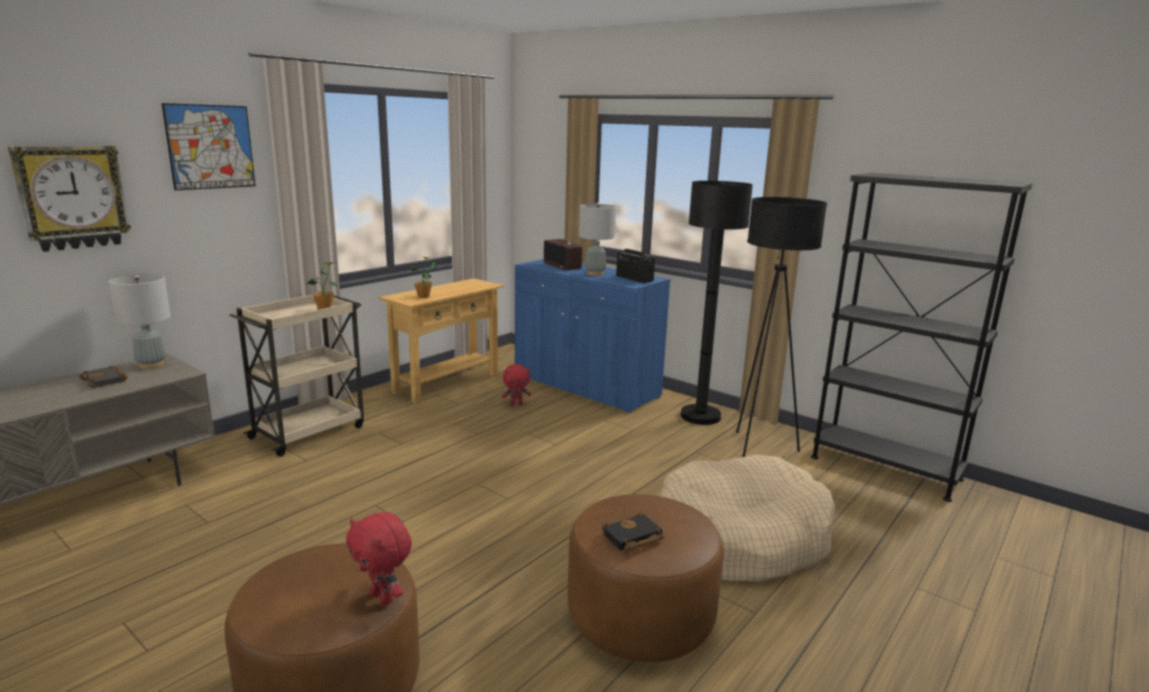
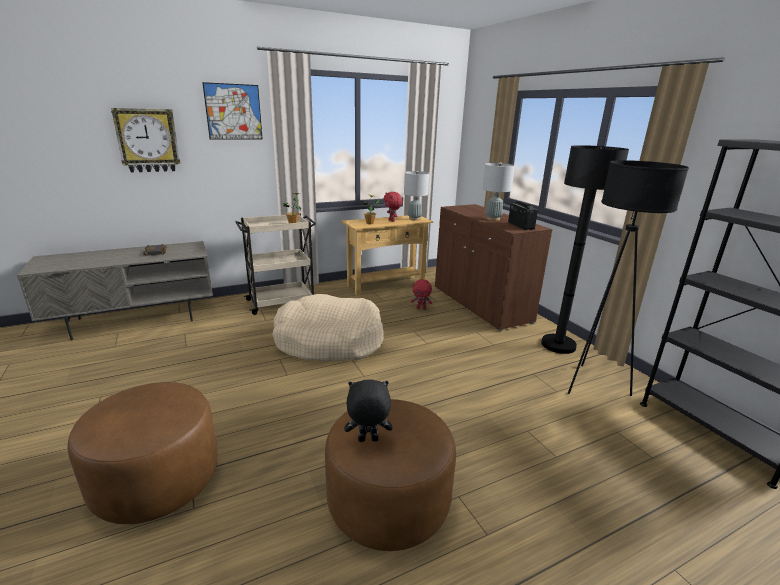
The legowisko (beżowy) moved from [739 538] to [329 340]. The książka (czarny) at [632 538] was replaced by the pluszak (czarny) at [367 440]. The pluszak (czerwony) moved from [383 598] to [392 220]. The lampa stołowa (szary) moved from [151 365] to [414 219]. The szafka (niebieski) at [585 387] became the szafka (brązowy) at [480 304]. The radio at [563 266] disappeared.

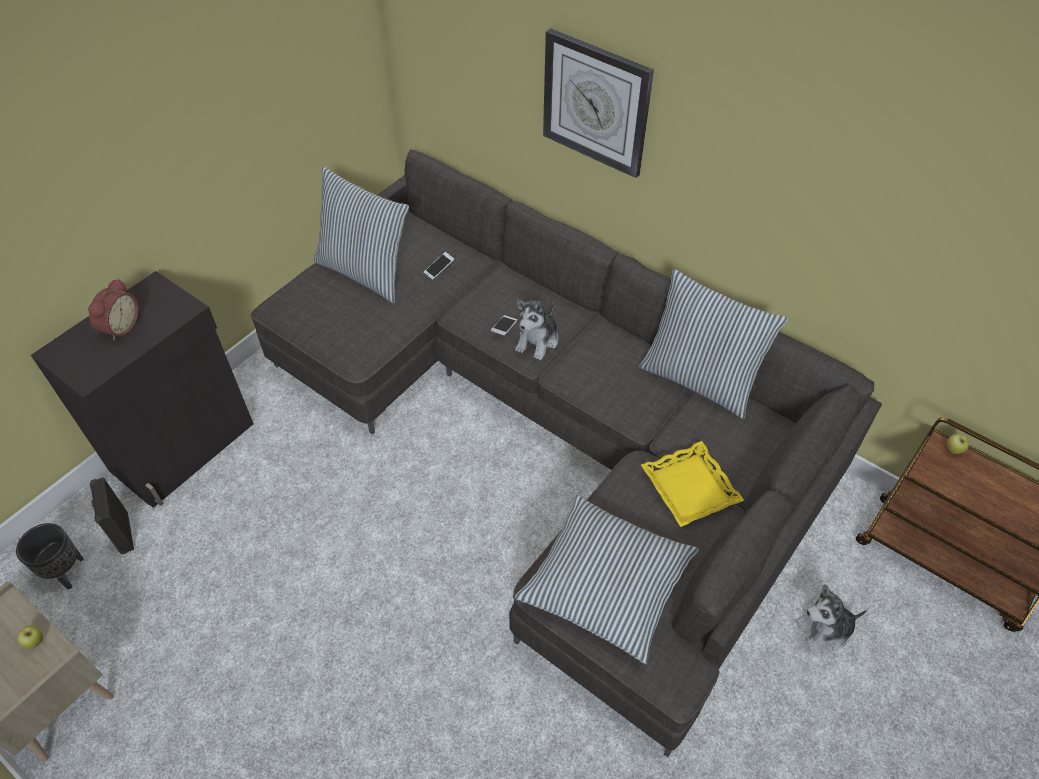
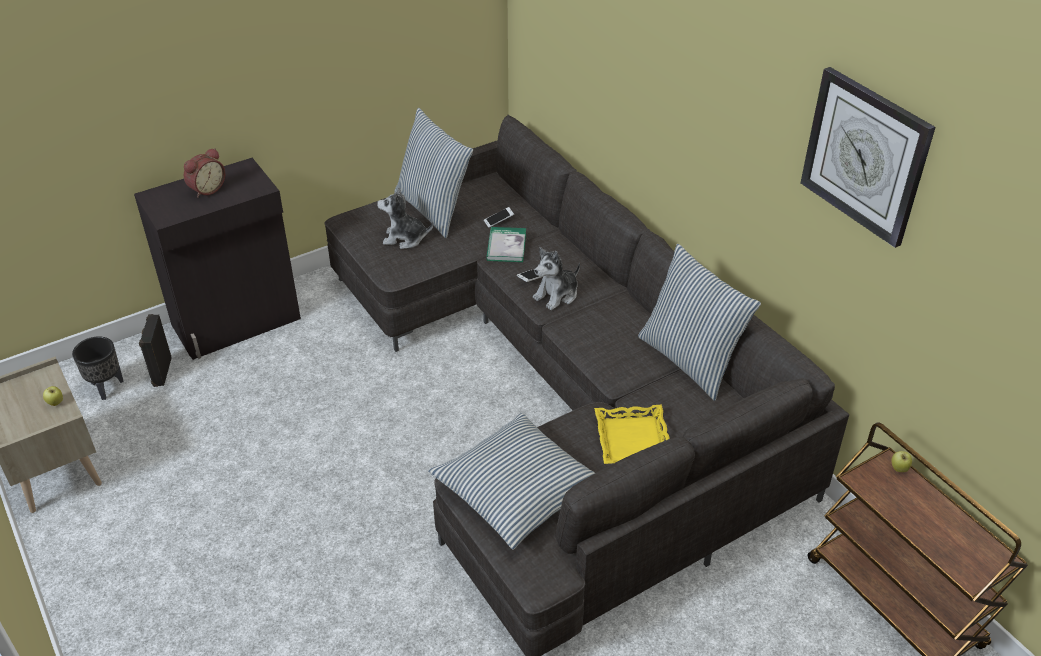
The pluszak moved from [825 630] to [405 238]. The książka at [506 246] appeared. The zegar ścienny moved from [596 103] to [865 156].

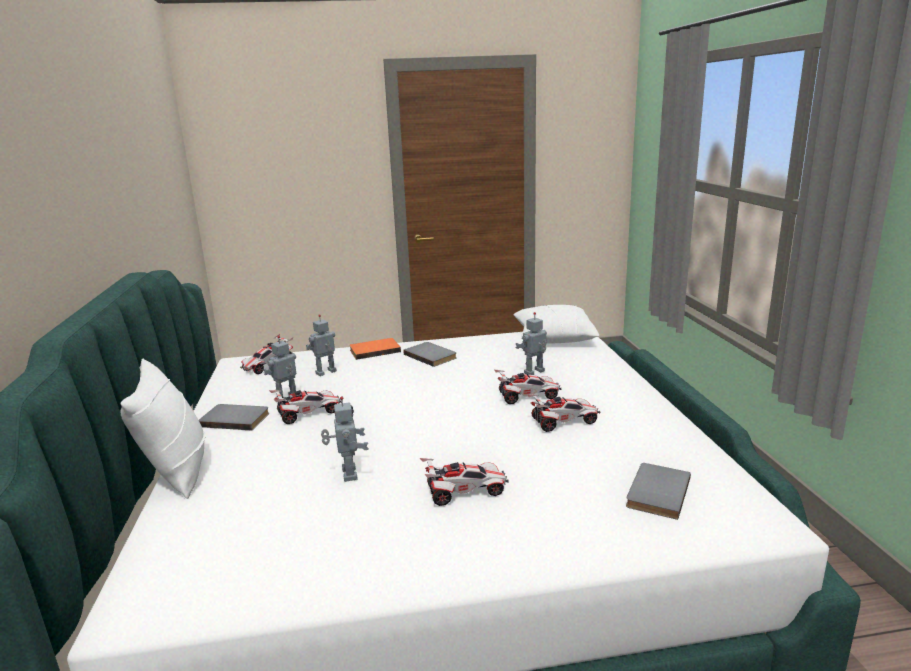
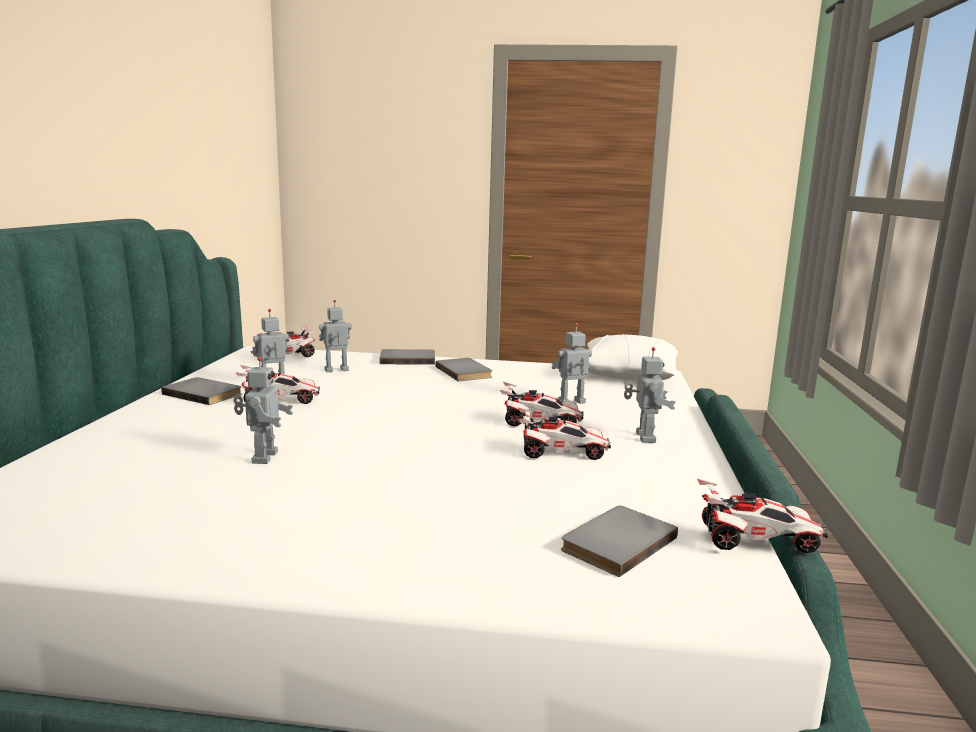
The książka (pomarańczowy) at [374 350] became the książka (szary) at [407 359]. The robot zabawkowy at [643 437] appeared. The samochodzik moved from [464 492] to [756 540]. The poduszka (biały) at [177 470] disappeared.

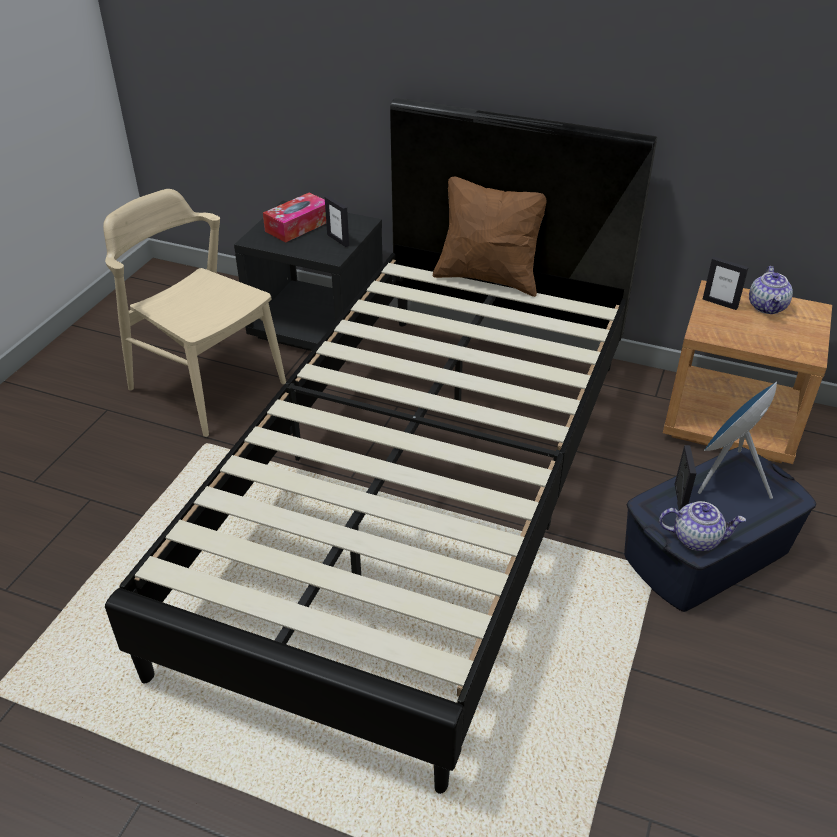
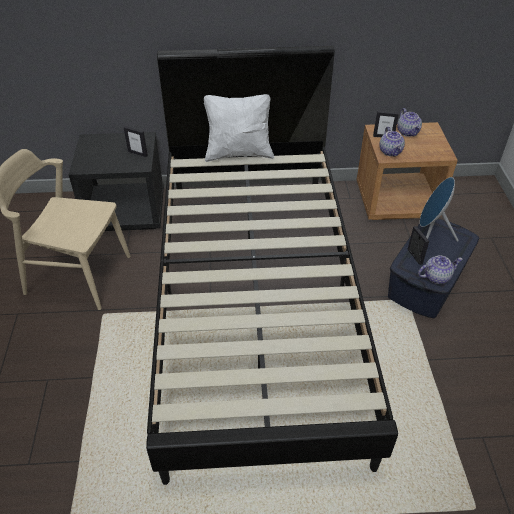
The poduszka (brązowy) at [489 278] became the poduszka (biały) at [239 153]. The imbryk at [391 152] appeared. The pudełko chusteczek at [298 226] disappeared.

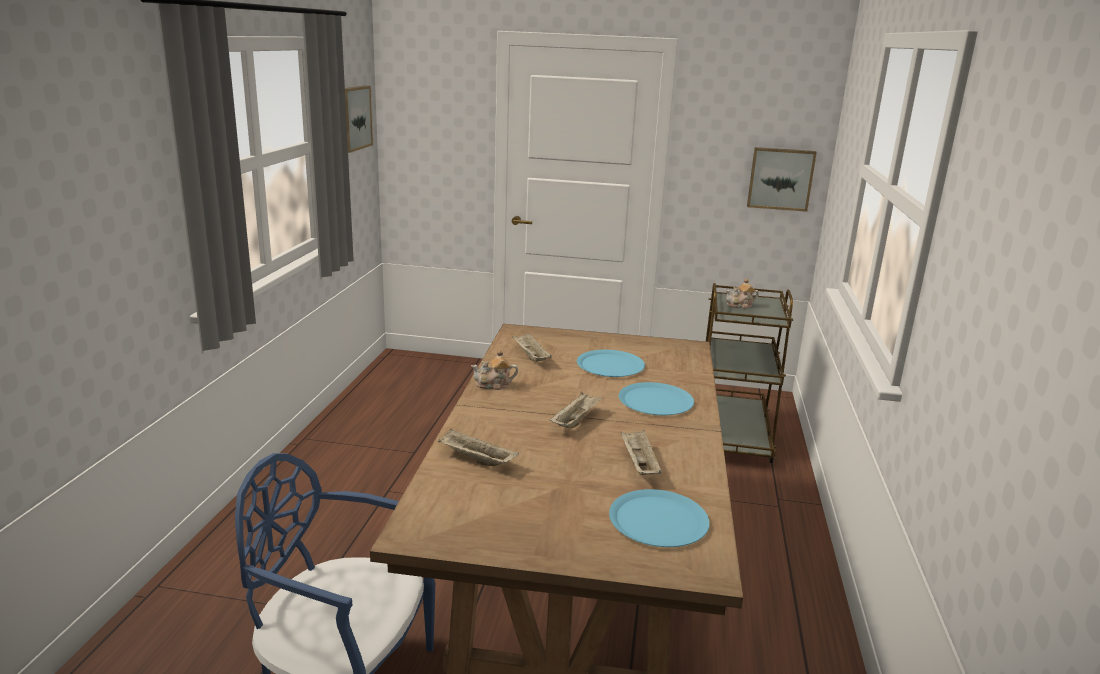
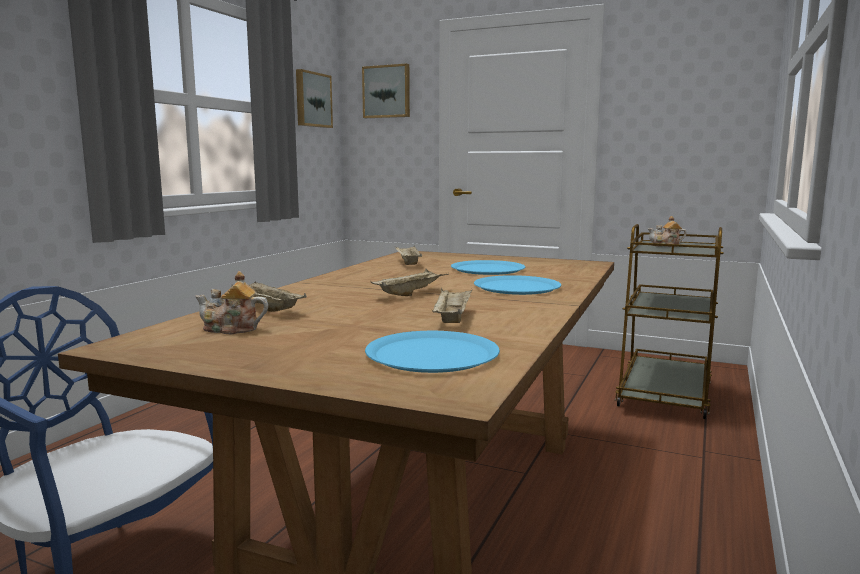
The imbryk moved from [494 385] to [231 329]. The obraz moved from [780 178] to [387 92].

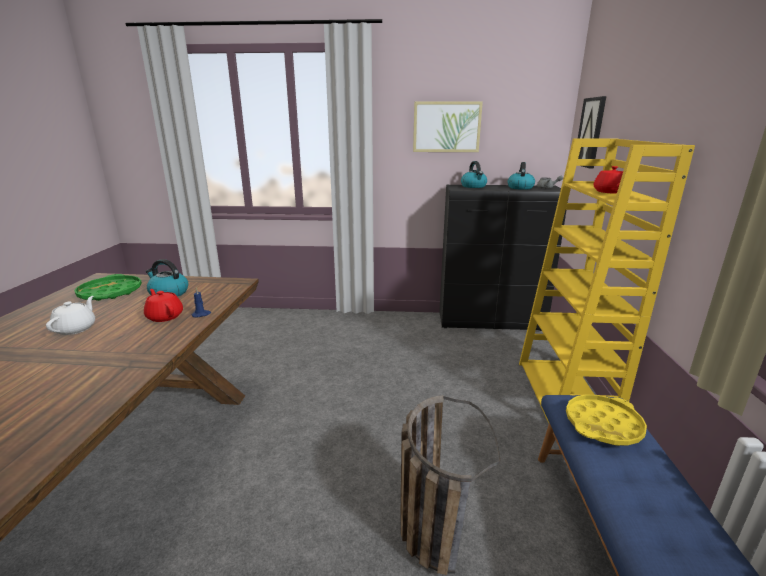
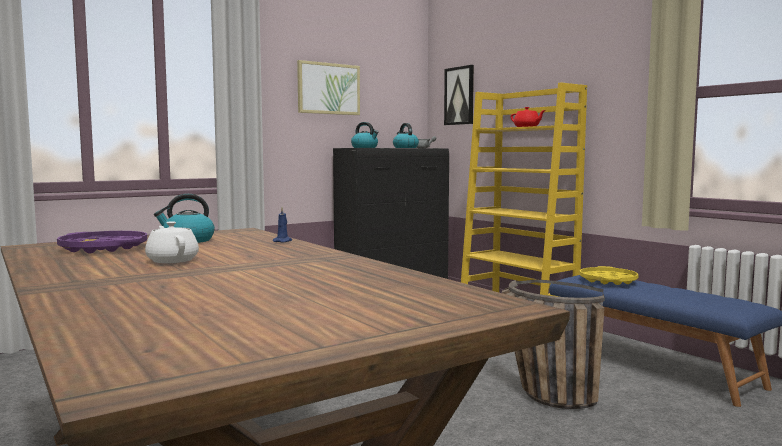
The taca (zielony) at [110 293] became the taca (fioletowy) at [104 248]. The imbryk (czerwony) at [165 316] disappeared.

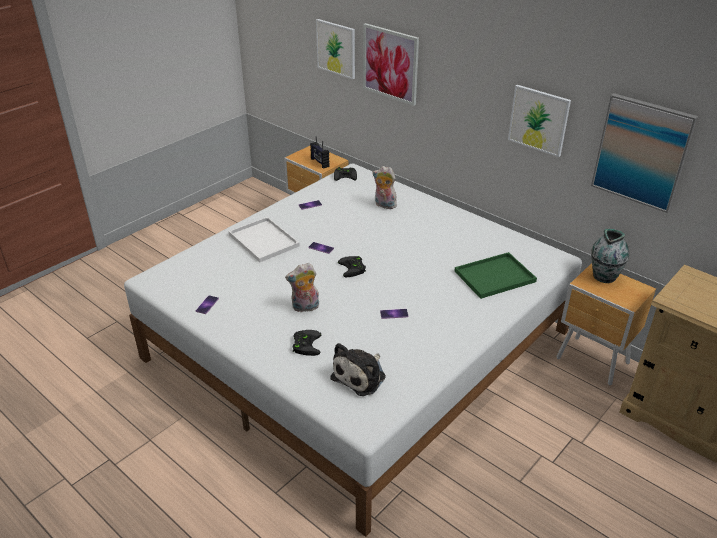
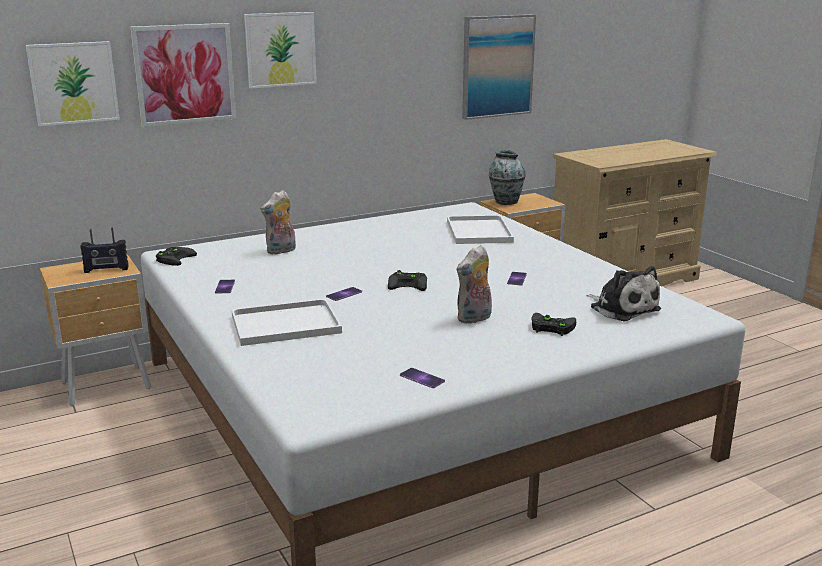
The obraz moved from [539 120] to [280 49]. The taca (zielony) at [494 277] became the taca (biały) at [480 232]. The pluszak at [305 308] turned 45 degrees clockwise.

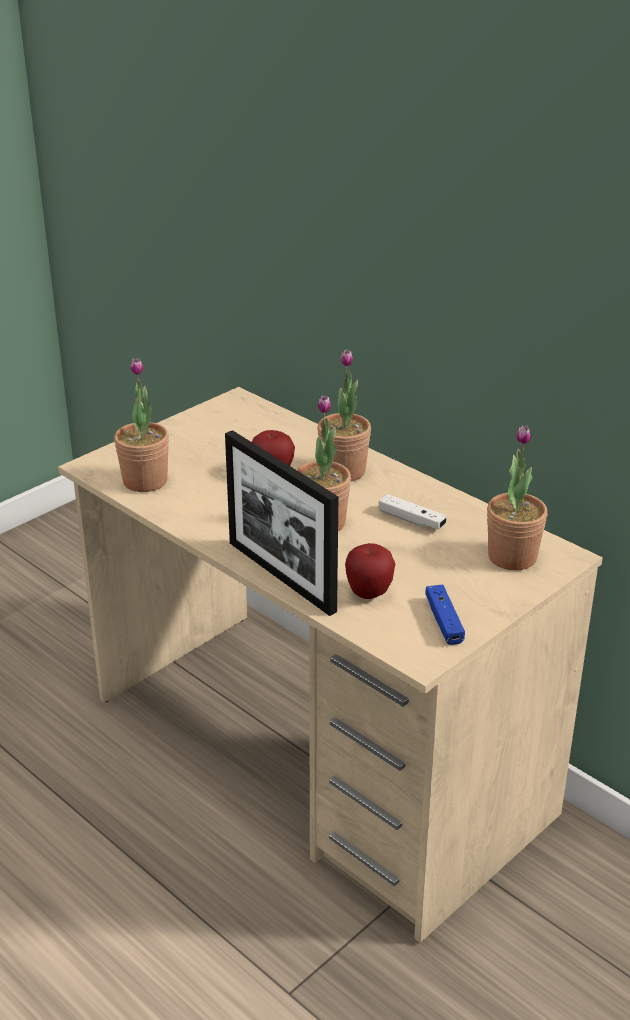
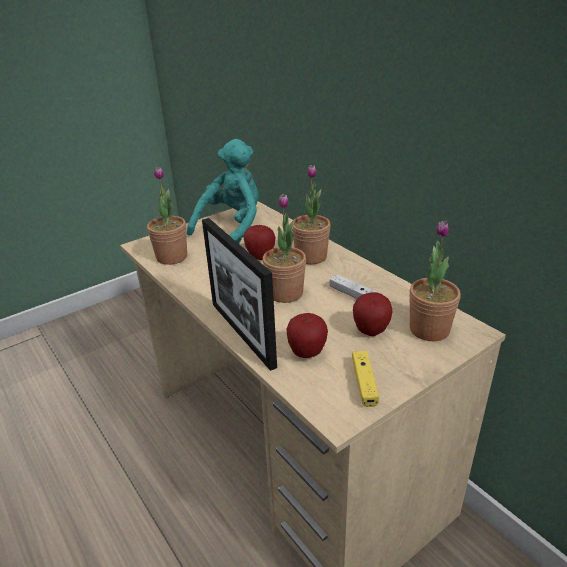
The pluszak (turkusowy) at [232 227] appeared. The pad do gier (niebieski) at [444 621] became the pad do gier (żółty) at [364 383]. The jabłko at [371 331] appeared.

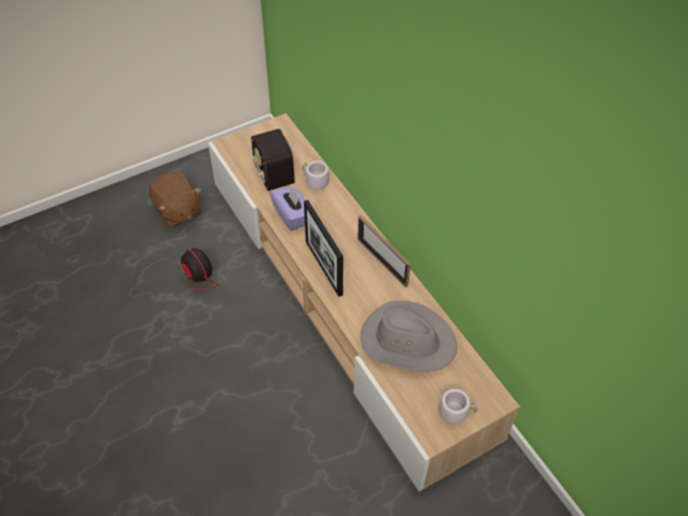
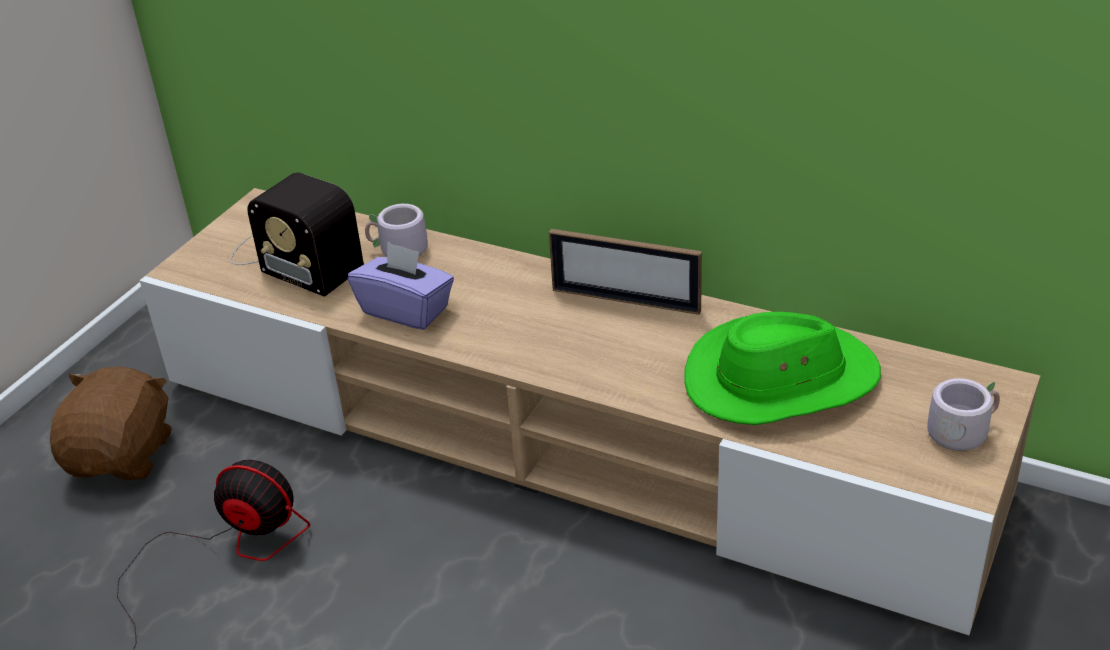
The pluszak (brązowy) at [178 211] turned 105 degrees counterclockwise. The kapelusz (szary) at [407 340] became the kapelusz (zielony) at [780 379]. The ramka na zdjęcie at [323 268] disappeared.

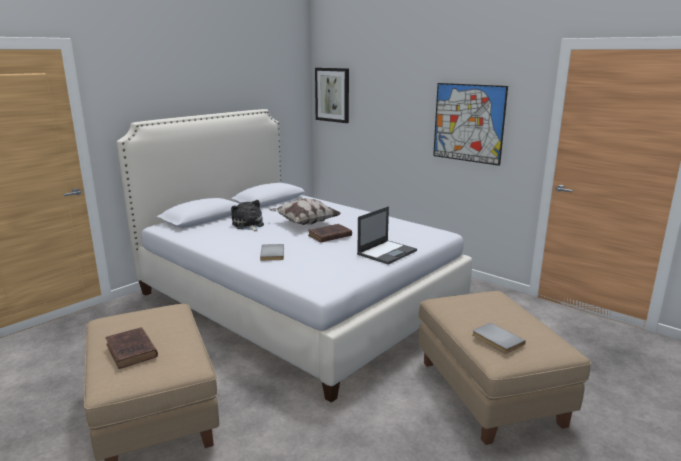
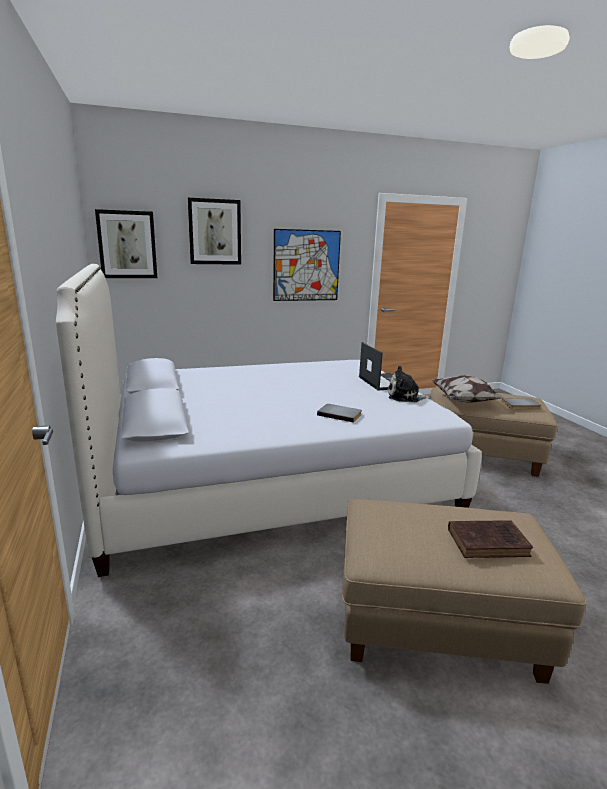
The obraz at [215 232] appeared. The pluszak moved from [248 225] to [405 397]. The poduszka moved from [304 223] to [463 401]. The książka (brązowy) at [329 236] disappeared.

